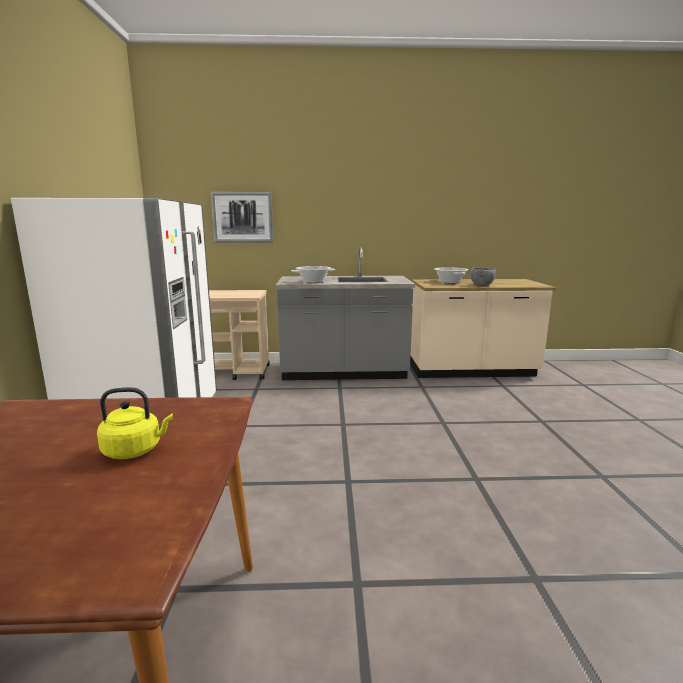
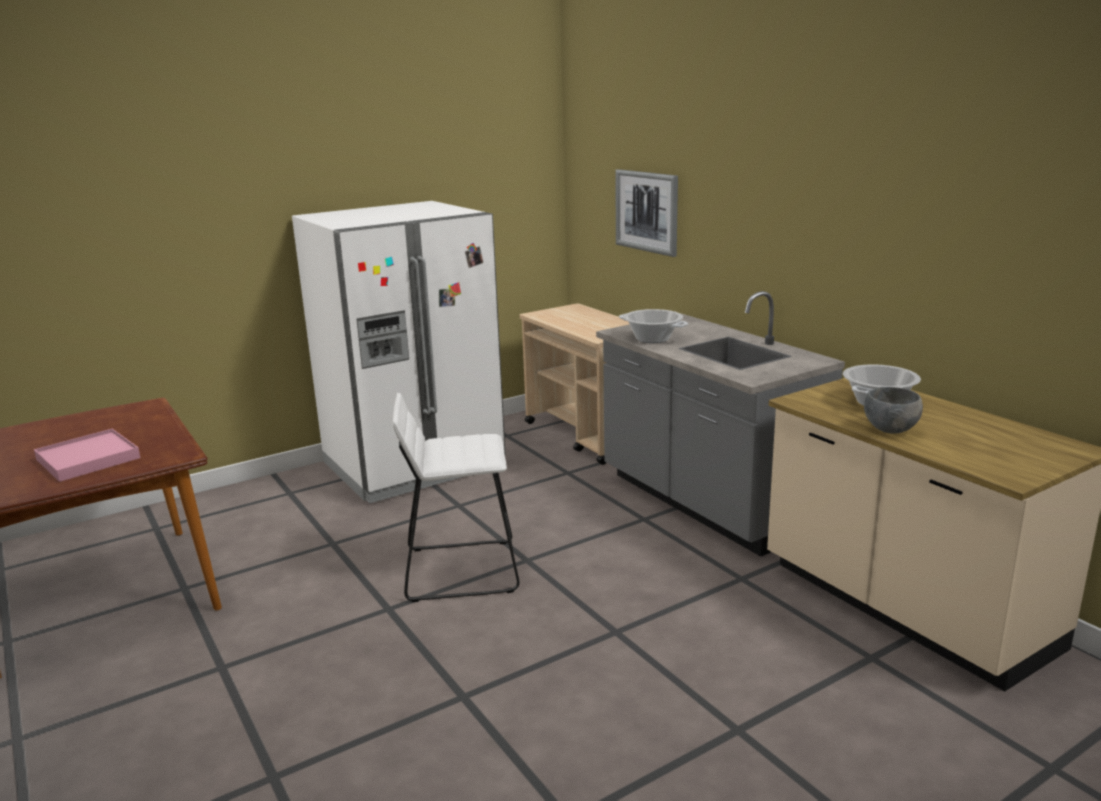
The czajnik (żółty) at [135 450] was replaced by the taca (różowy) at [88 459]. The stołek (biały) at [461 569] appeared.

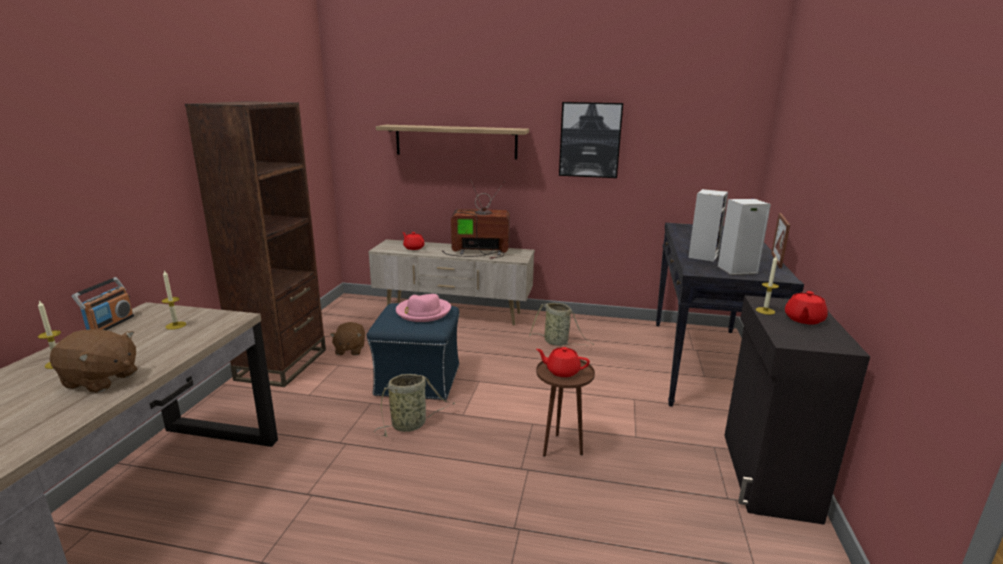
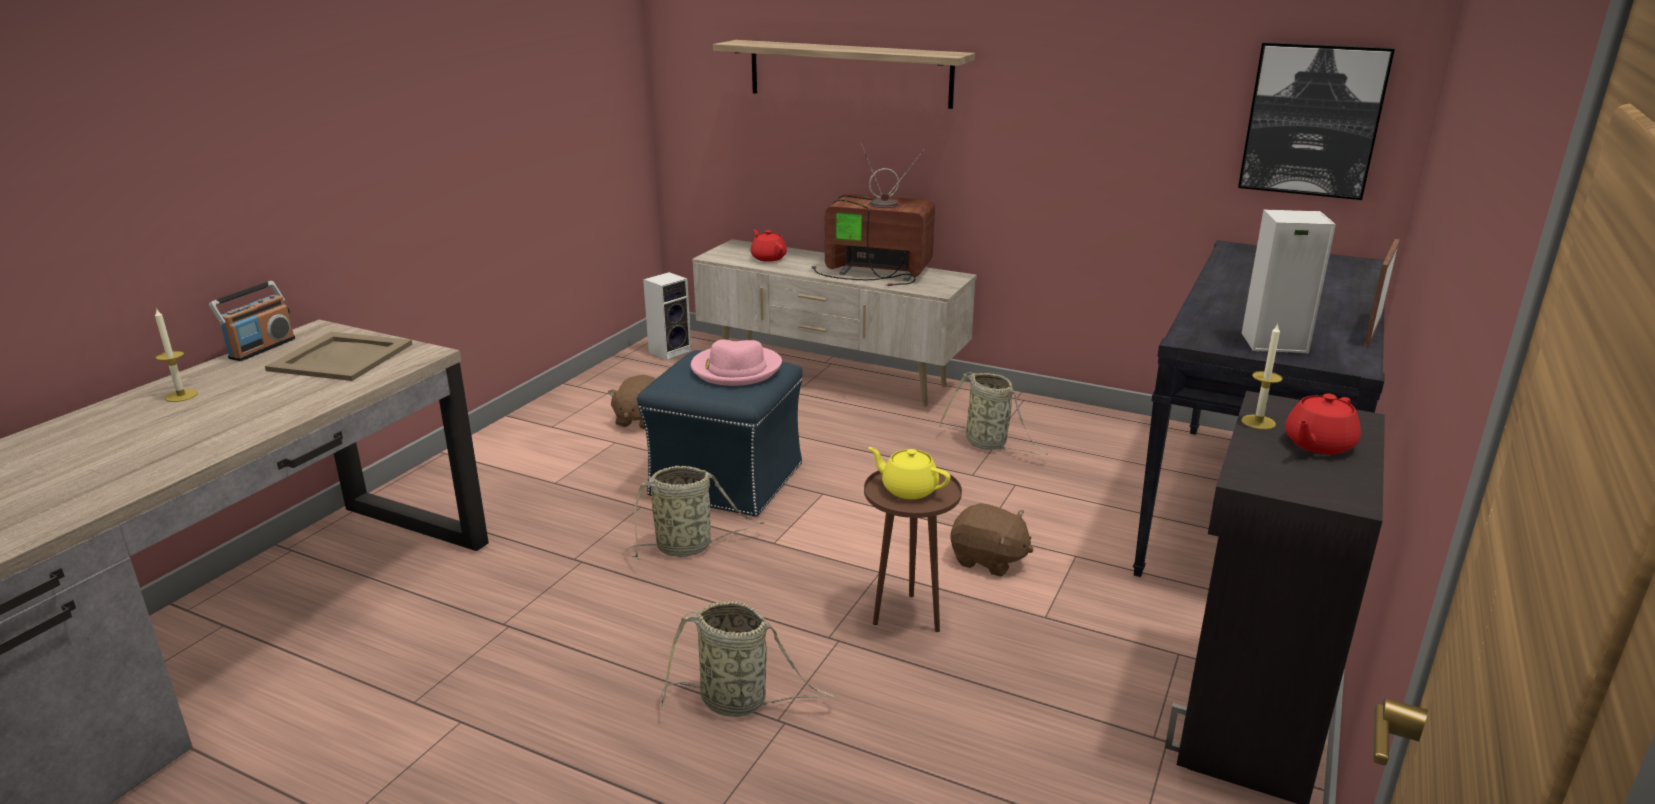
The świeca at [175 325] was replaced by the taca (beżowy) at [341 357]. The głośnik moved from [703 255] to [671 351]. The koszyk at [739 702] appeared. The imbryk (czerwony) at [562 371] became the imbryk (żółty) at [908 489]. The pluszak (brązowy) moved from [101 380] to [988 560]. The obraz moved from [590 140] to [1313 120]. The regał (brązowy) at [282 364] disappeared.

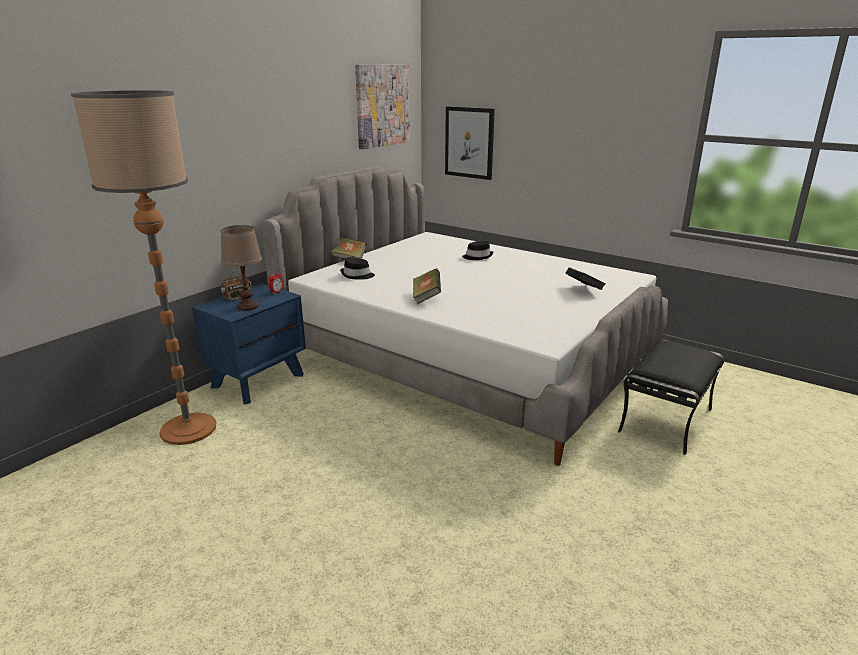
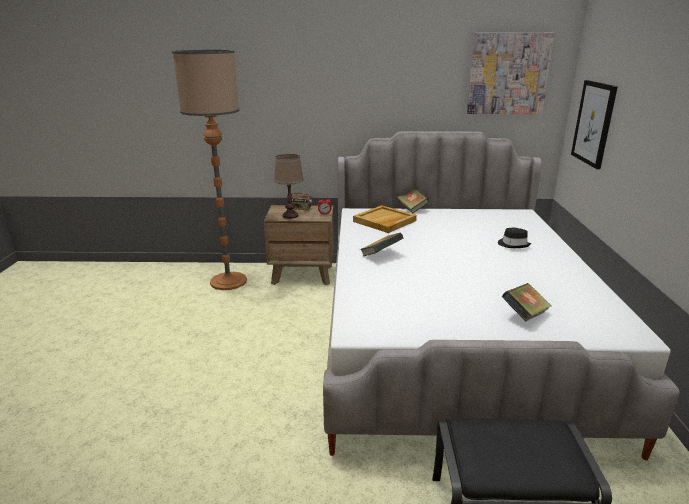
The szafka nocna (niebieski) at [258 380] became the szafka nocna (brązowy) at [302 274]. The kapelusz (czarny) at [357 275] was replaced by the taca (beżowy) at [384 221].

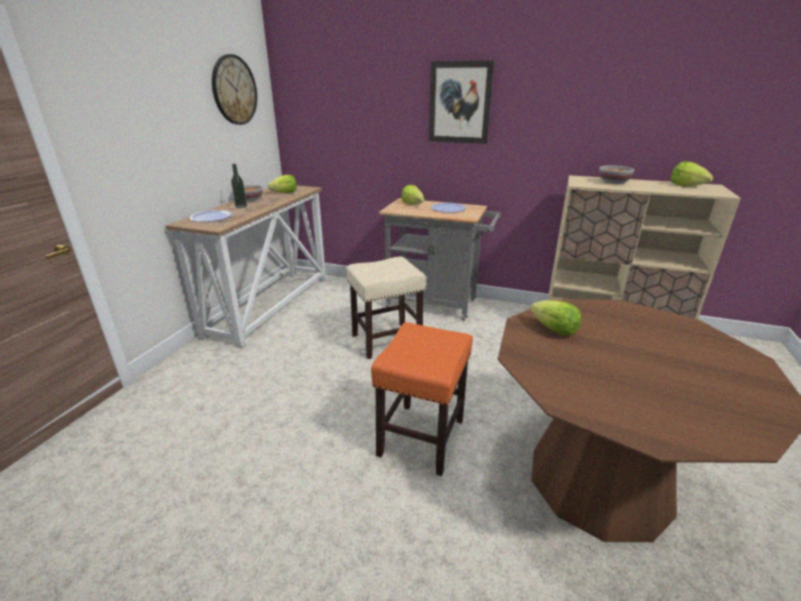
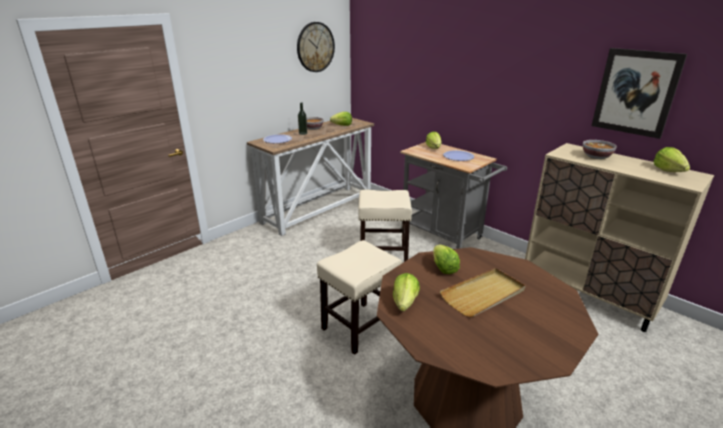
The stołek (pomarańczowy) at [421 436] became the stołek (beżowy) at [360 326]. The sałata at [405 303] appeared. The taca (beżowy) at [483 294] appeared. The obraz moved from [460 103] to [635 92].

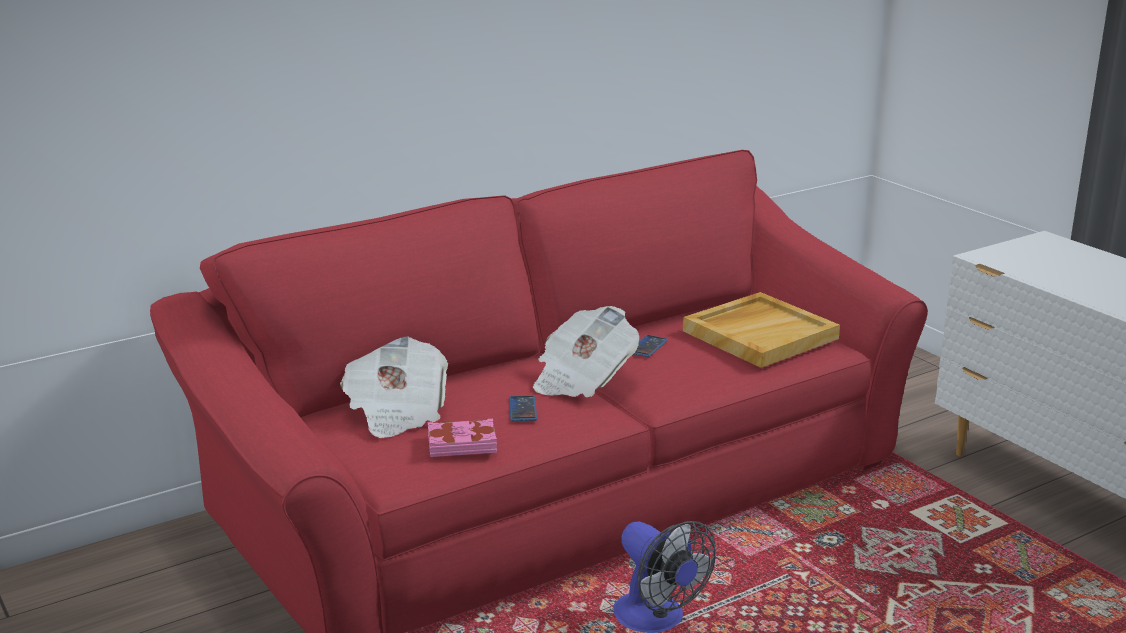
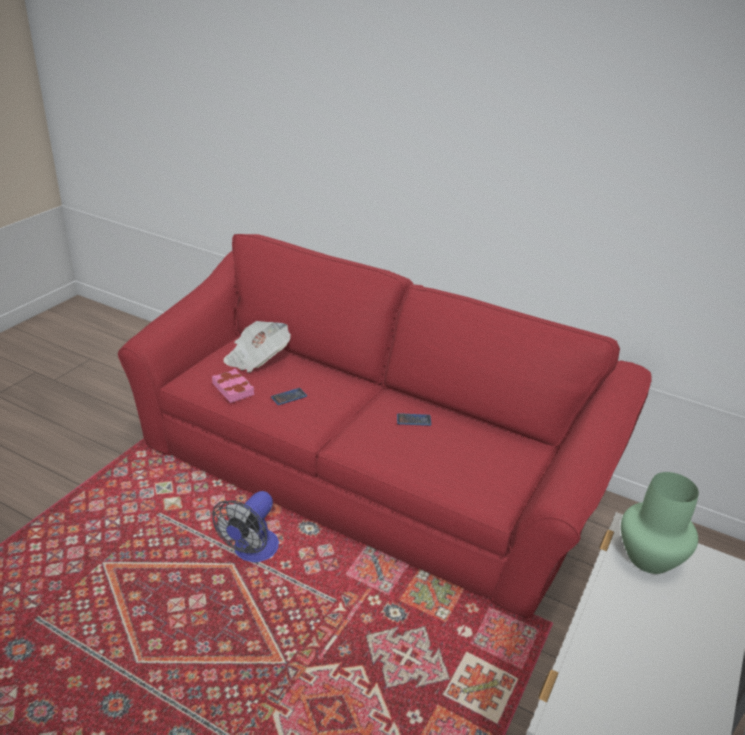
The wazon (zielony) at [649 557] appeared. The gazeta at [582 379] disappeared. The taca (beżowy) at [760 334] disappeared.

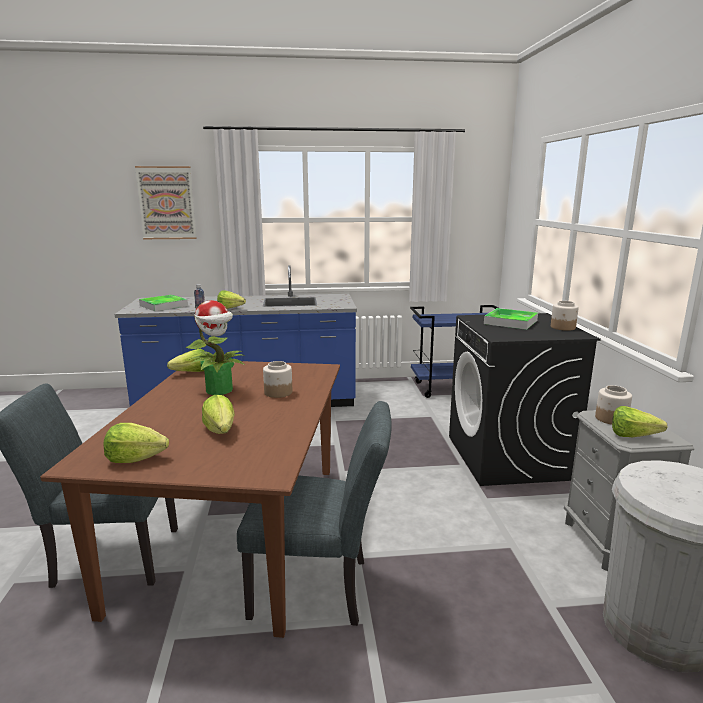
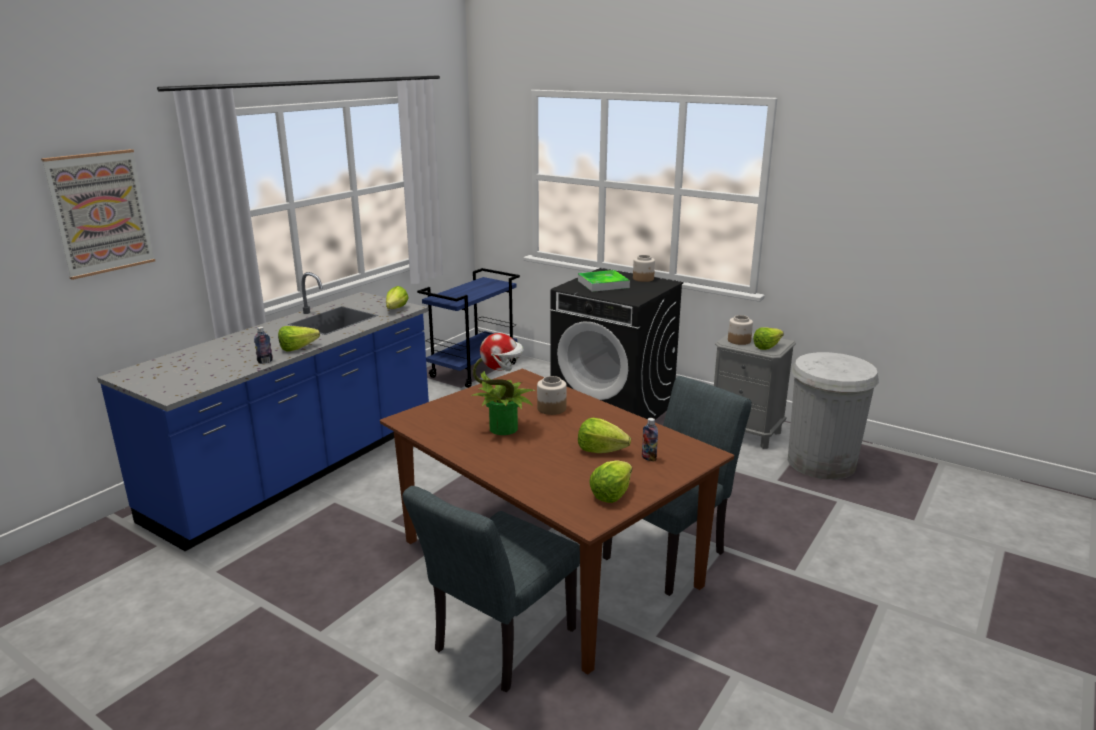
The sałata moved from [188 373] to [394 310]. The butelka at [648 458] appeared. The taca at [163 305] disappeared.

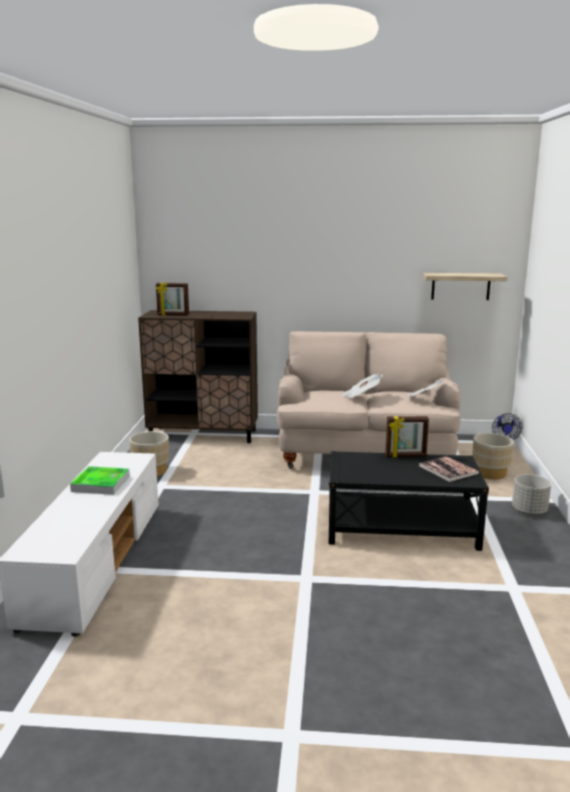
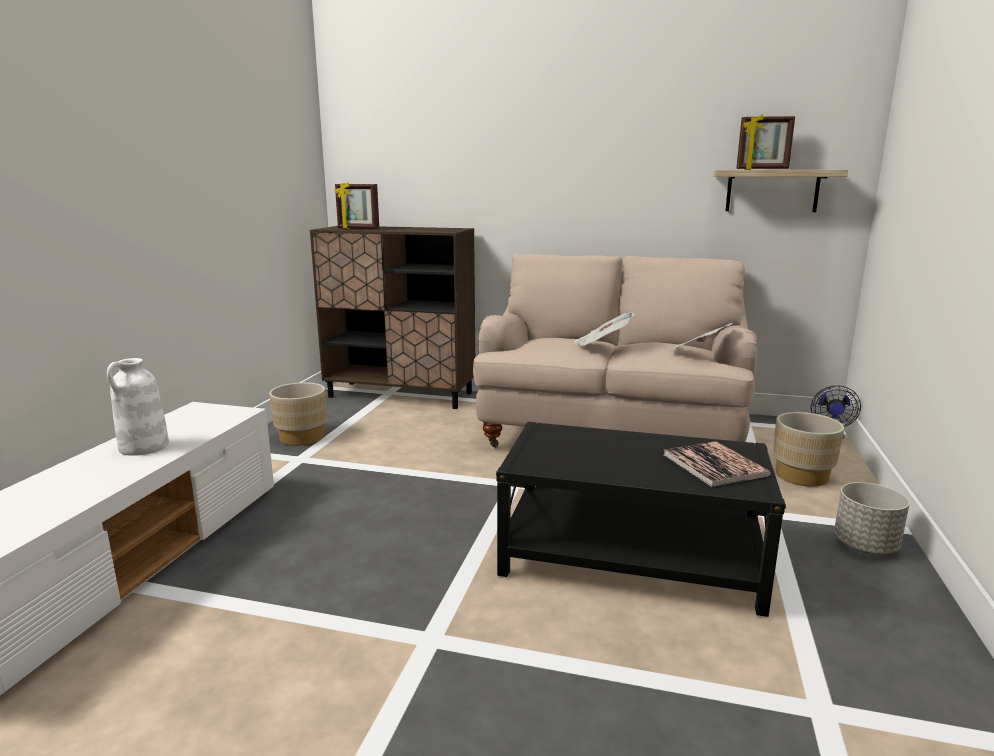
The taca at [101 484] was replaced by the wazon (biały) at [144 447]. The ramka na zdjęcie moved from [405 456] to [762 169].

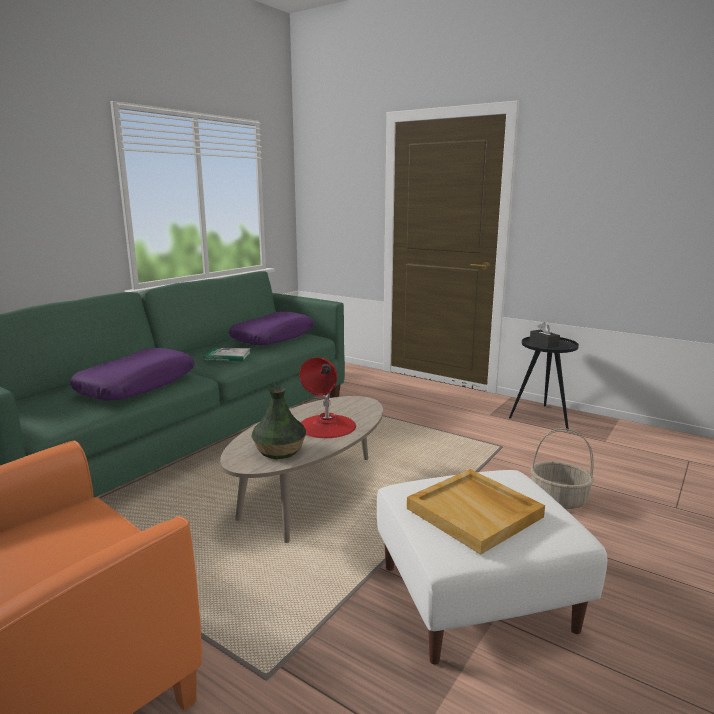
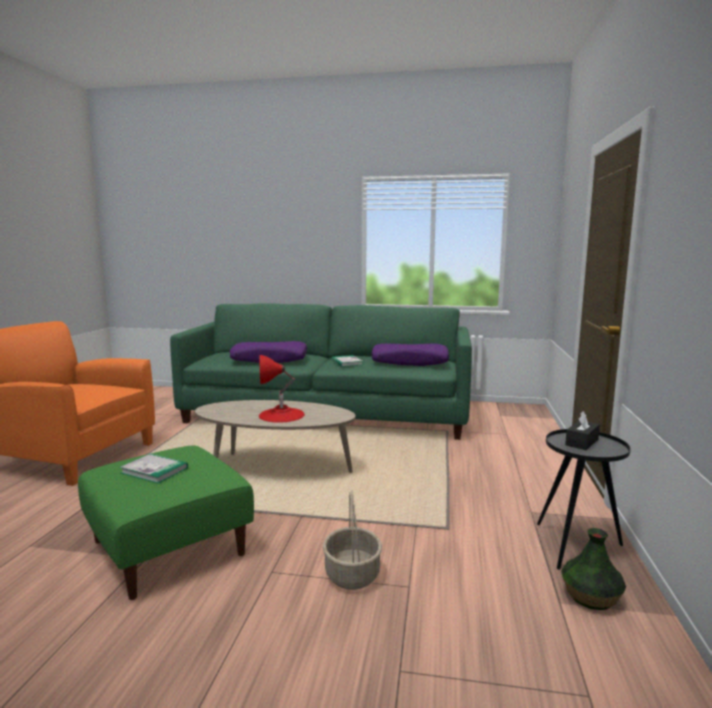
The pufa (biały) at [475 596] became the pufa (zielony) at [169 547]. The taca (beżowy) at [475 513] was replaced by the książka at [154 470]. The wazon moved from [279 451] to [590 597].

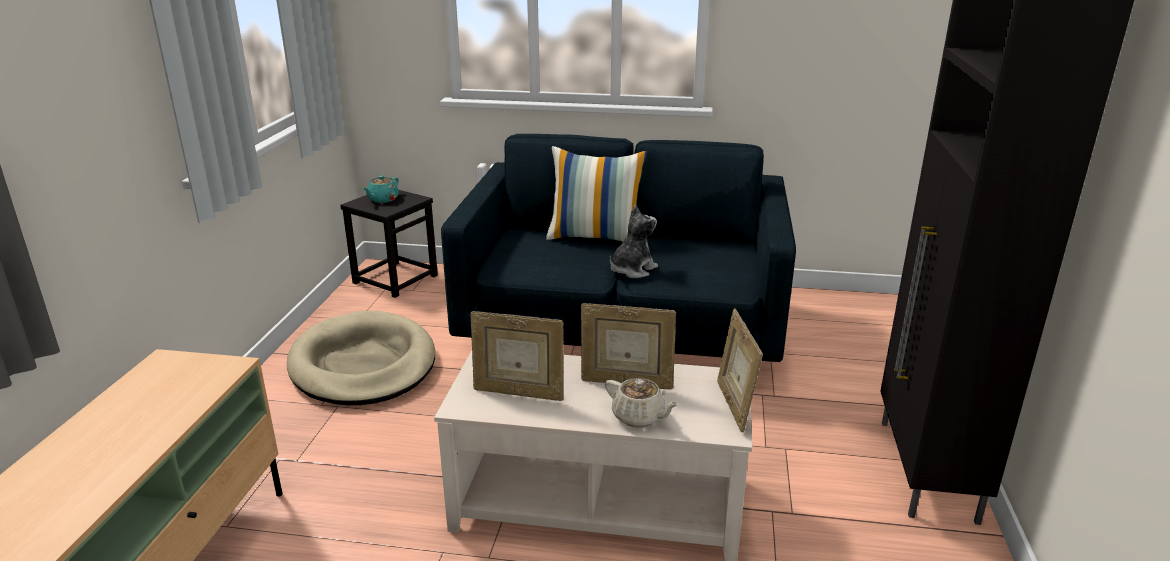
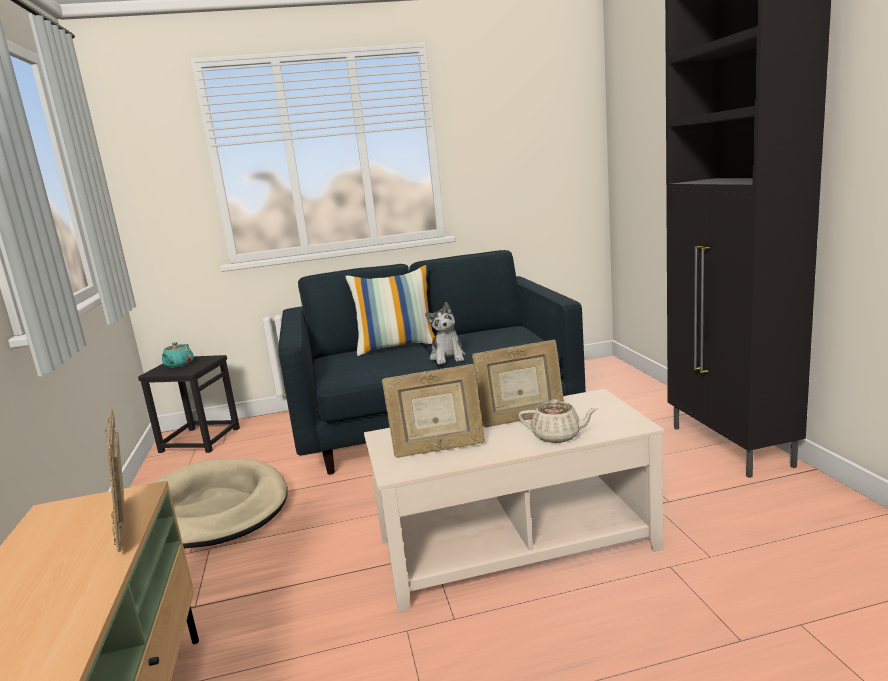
The ramka na zdjęcie moved from [734 406] to [127 524]. The pluszak at [632 270] turned 150 degrees clockwise.

